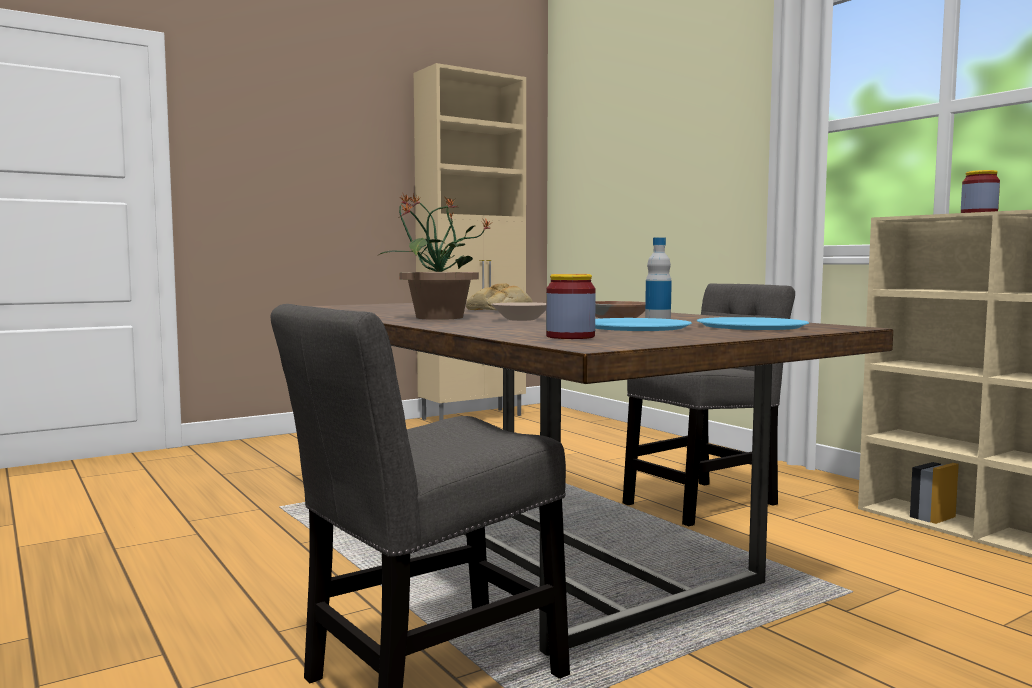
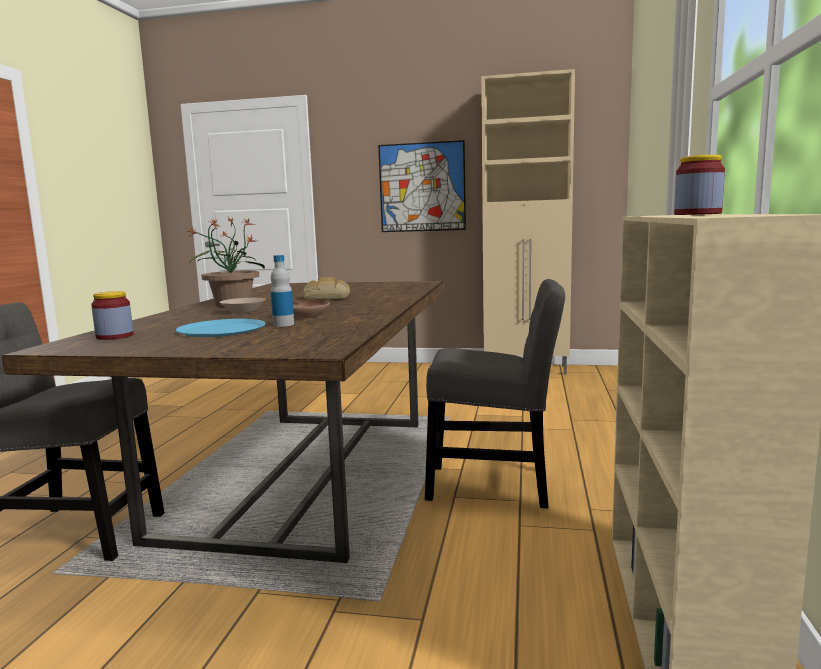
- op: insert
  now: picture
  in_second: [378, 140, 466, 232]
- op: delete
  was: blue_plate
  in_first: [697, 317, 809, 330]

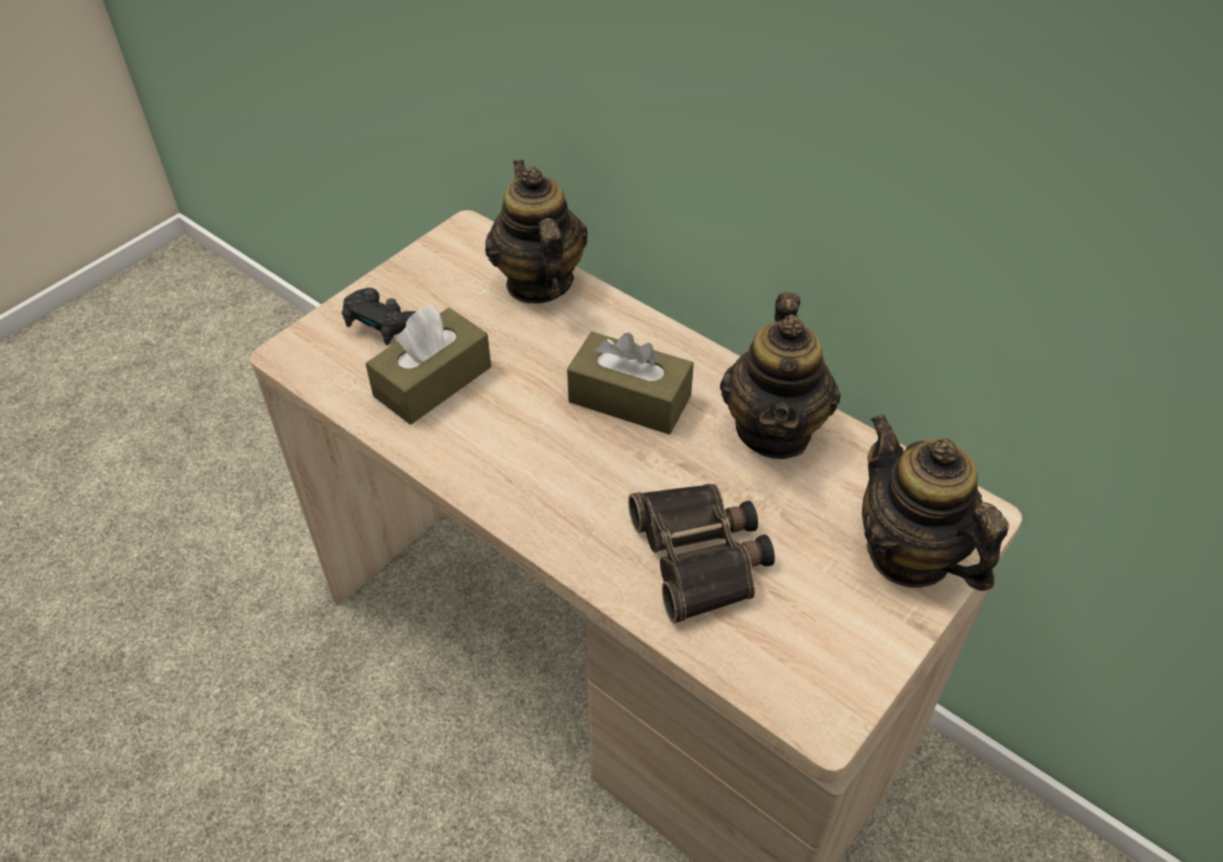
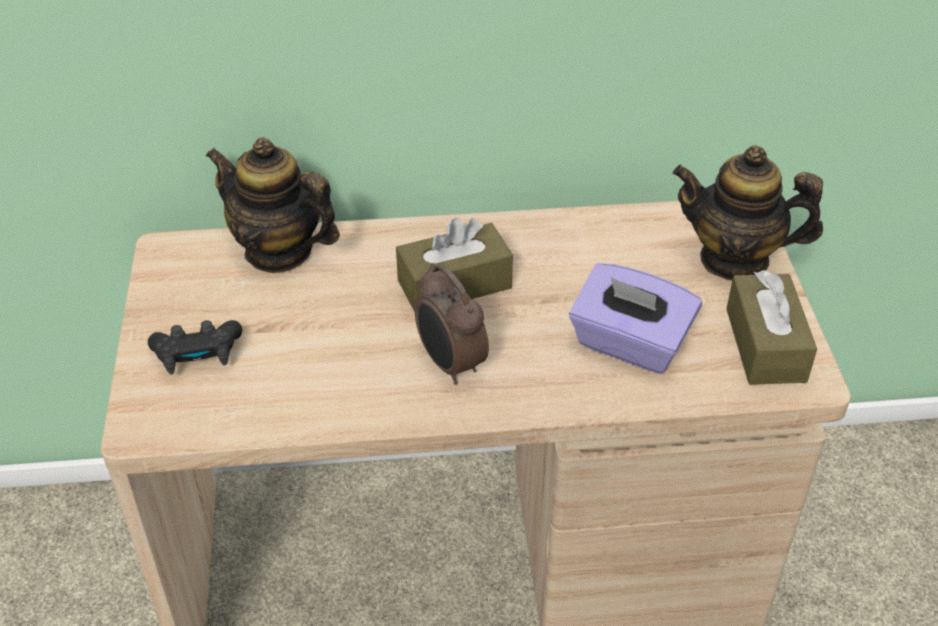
- op: insert
  now: alarm_clock
  in_second: [415, 264, 489, 385]
- op: replace
  was: binoculars
  now: purple_tissue_box
  in_first: [628, 484, 775, 623]
  in_second: [569, 263, 702, 374]
- op: move
  was: brown_tissue_box
  in_first: [366, 305, 491, 425]
  in_second: [727, 270, 817, 385]
- op: delete
  was: teapot
  in_first: [720, 292, 841, 459]

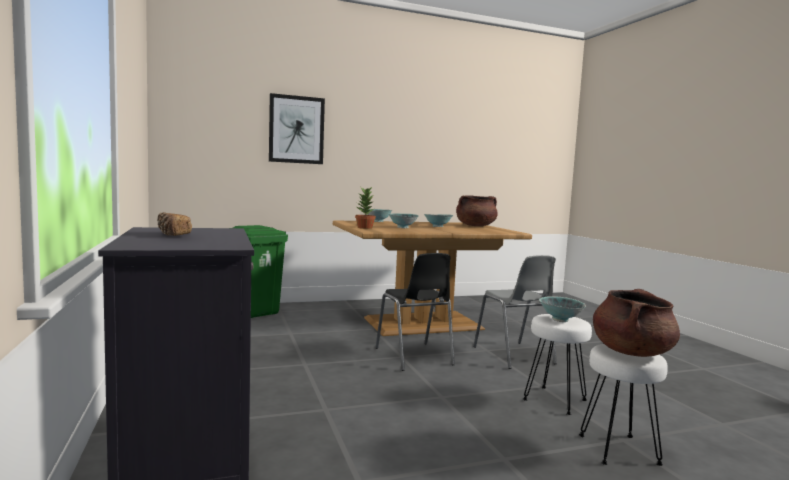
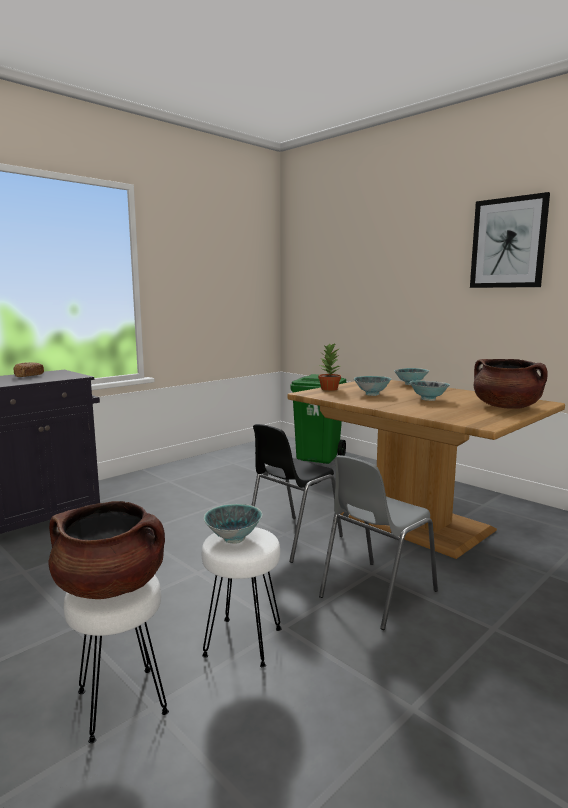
- op: move
  was: picture
  in_first: [269, 93, 325, 164]
  in_second: [470, 192, 550, 288]

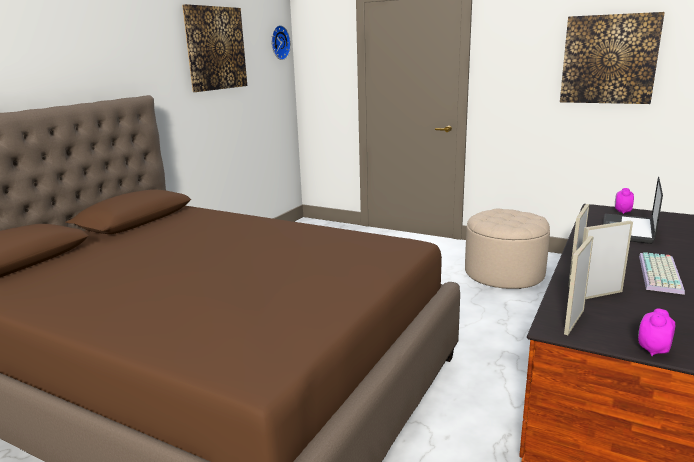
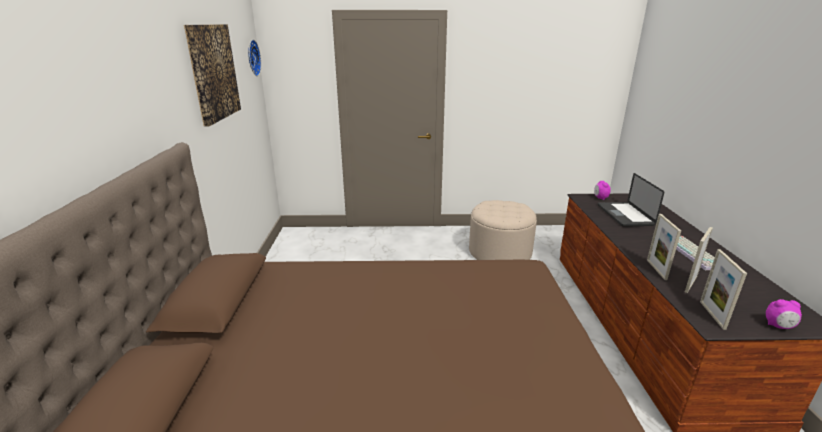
- op: rotate
  was: alarm_clock
  in_first: [638, 308, 675, 356]
  in_second: [766, 299, 802, 329]
  clockwise: -90
- op: delete
  was: picture
  in_first: [560, 12, 665, 104]

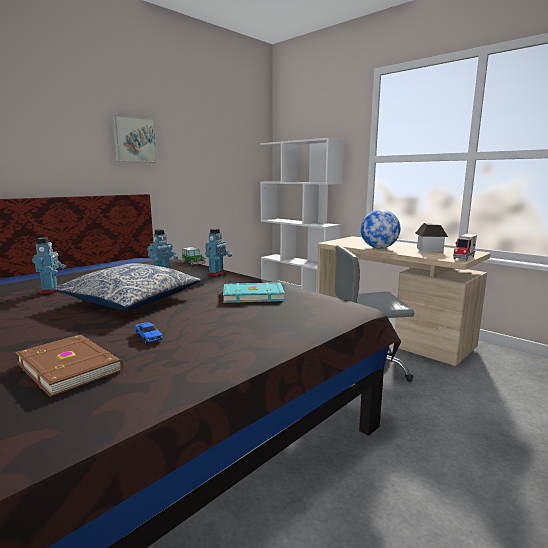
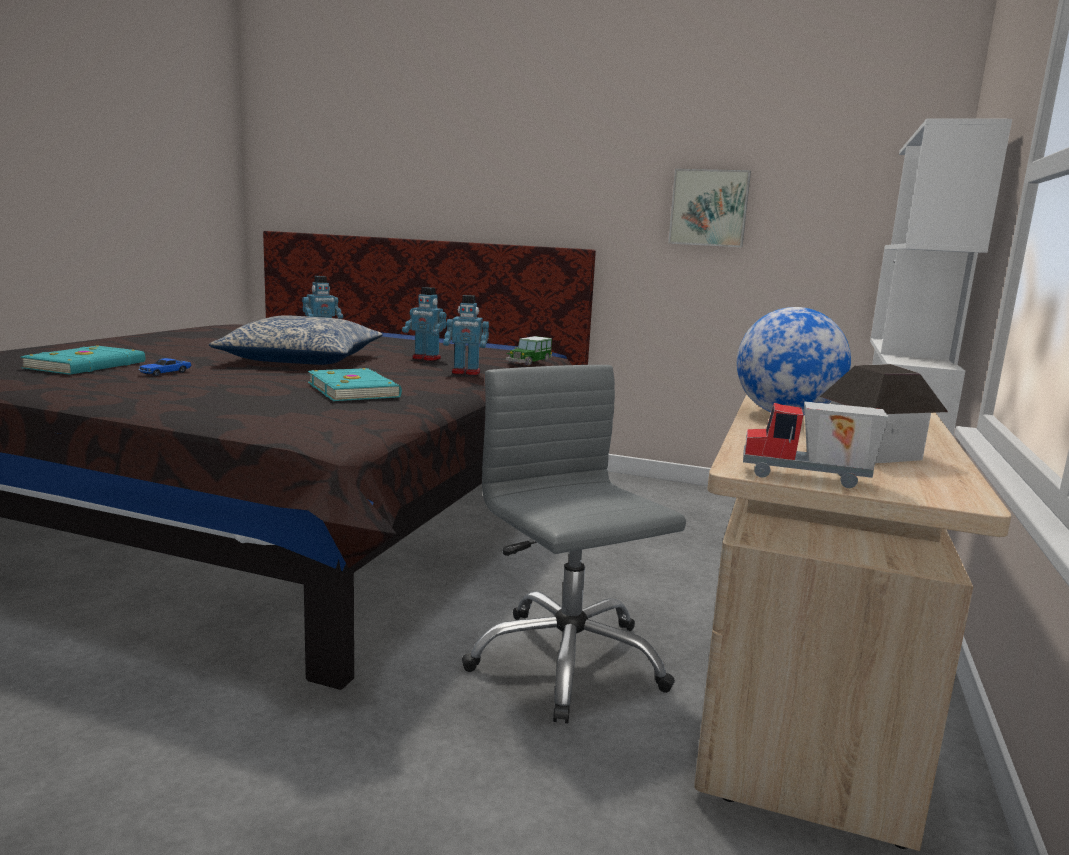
- op: recolor
  was: brown_book
  now: turquoise_book
  in_first: [15, 334, 123, 397]
  in_second: [20, 345, 145, 375]
- op: move
  was: picture
  in_first: [112, 115, 158, 162]
  in_second: [668, 169, 751, 247]

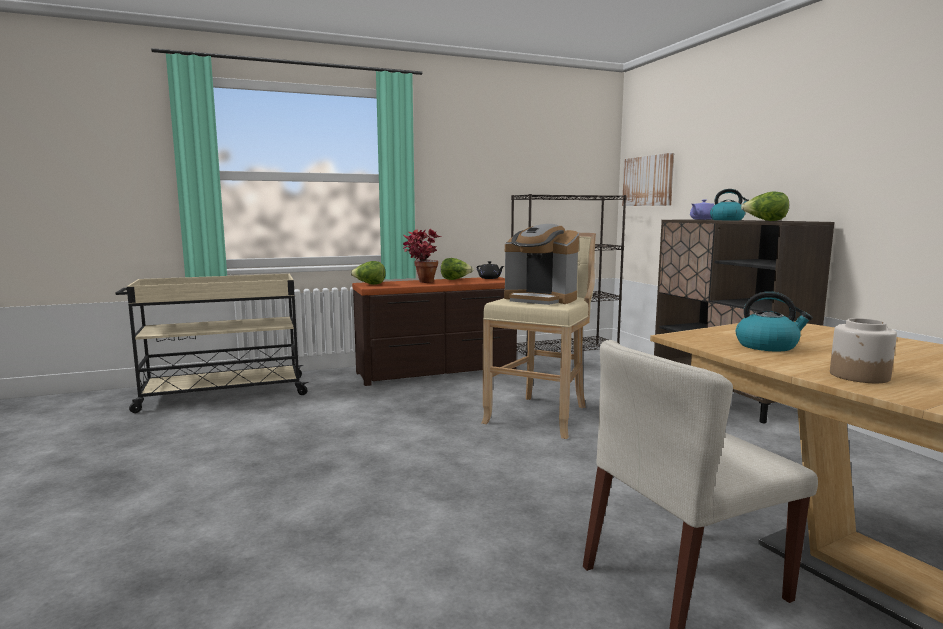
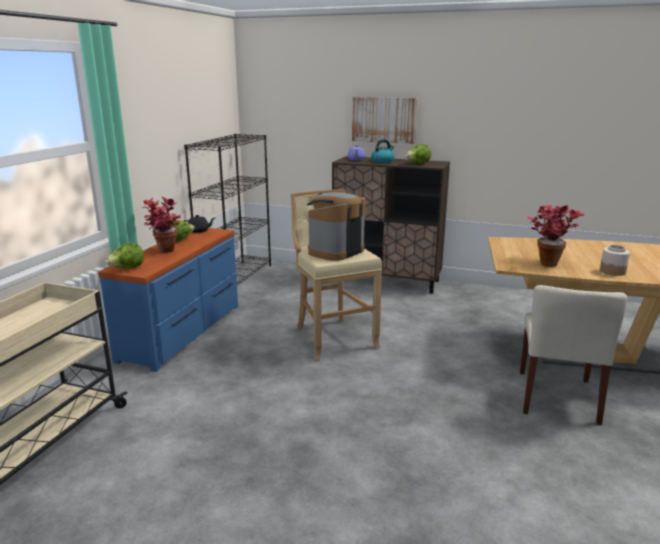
- op: recolor
  was: brown_dresser
  now: blue_dresser
  in_first: [352, 277, 517, 386]
  in_second: [98, 228, 238, 372]
- op: rotate
  was: coffee_machine
  in_first: [504, 224, 579, 305]
  in_second: [307, 192, 366, 261]
  clockwise: 150
- op: move
  was: picture
  in_first: [622, 153, 674, 206]
  in_second: [352, 97, 418, 144]
- op: replace
  was: kettle
  now: potted_plant
  in_first: [736, 291, 813, 352]
  in_second: [527, 205, 584, 267]

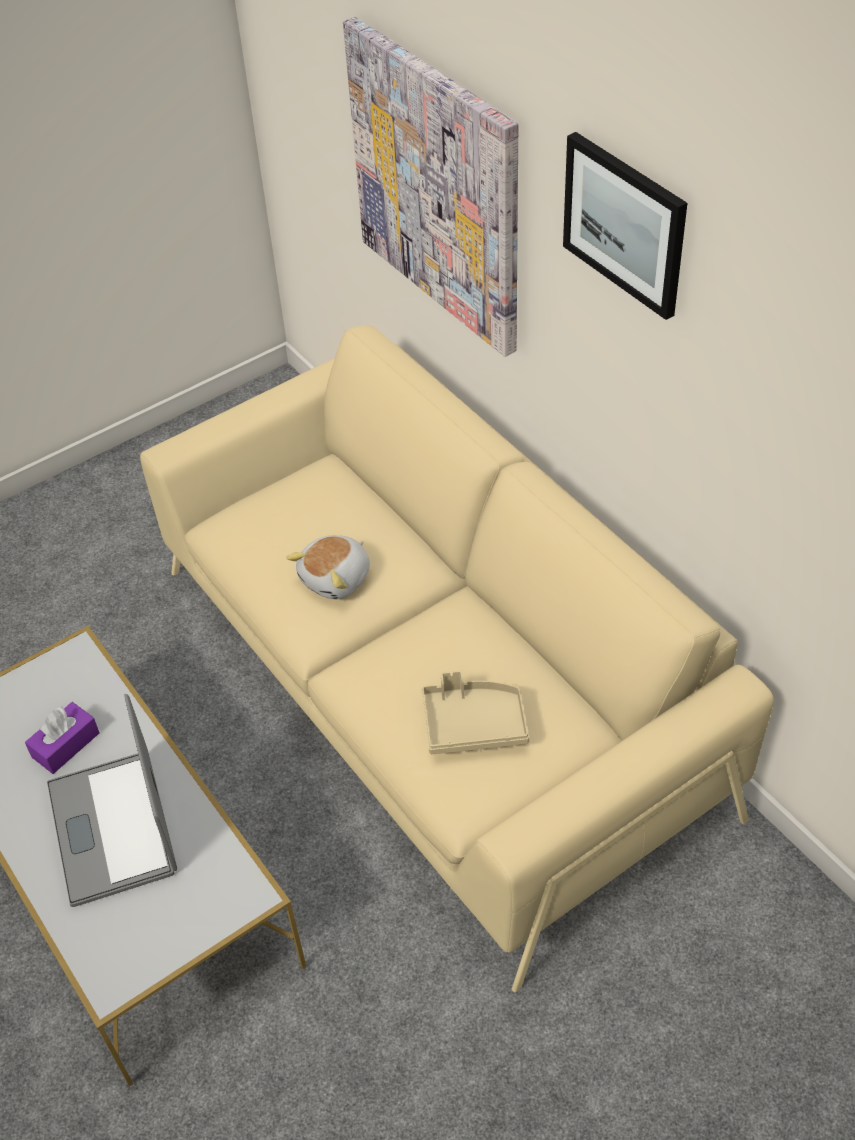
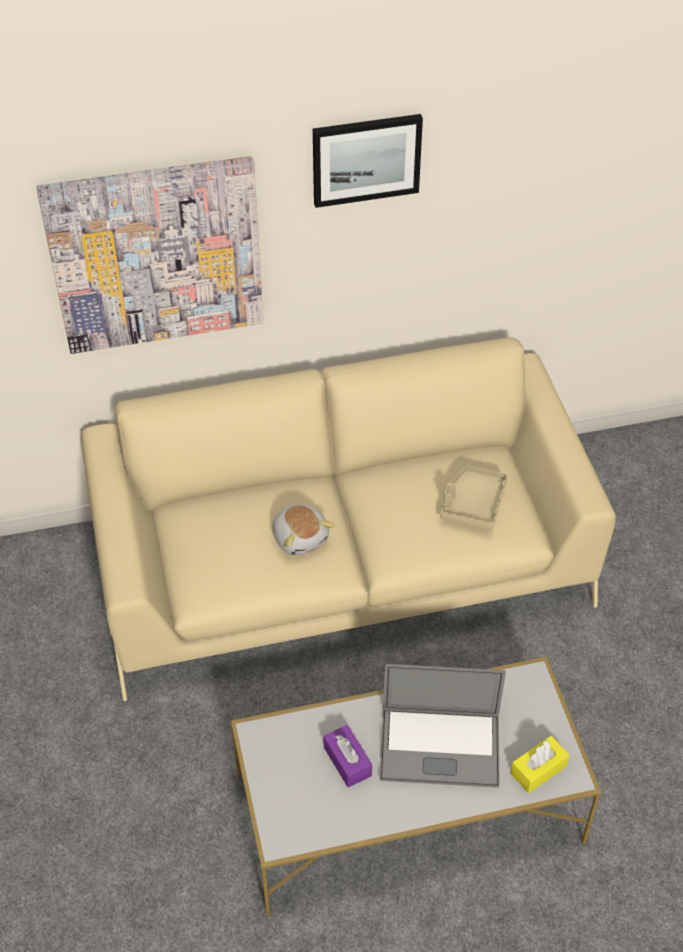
- op: insert
  now: yellow_tissue_box
  in_second: [510, 736, 570, 793]

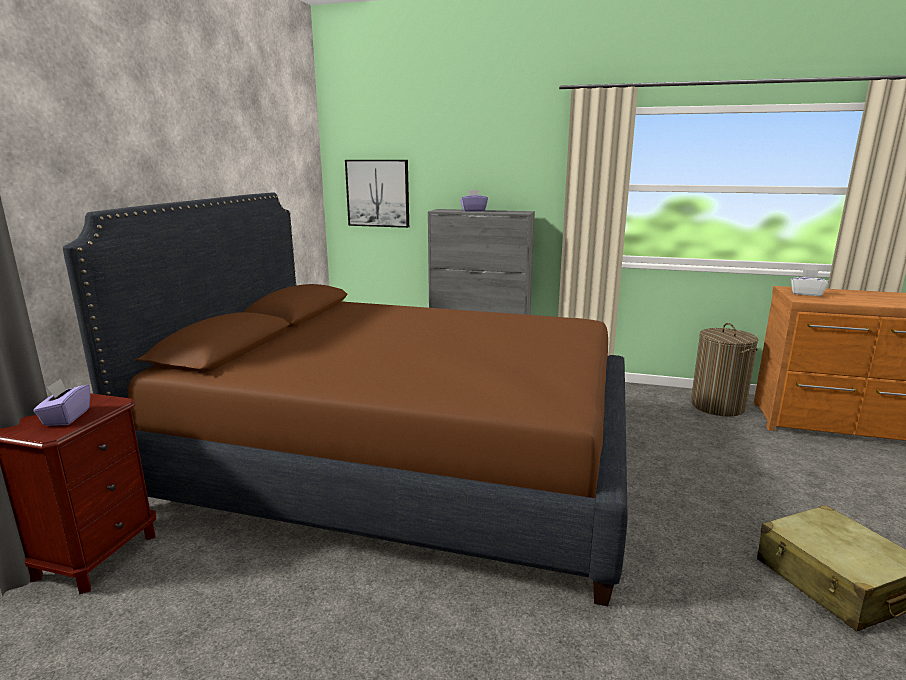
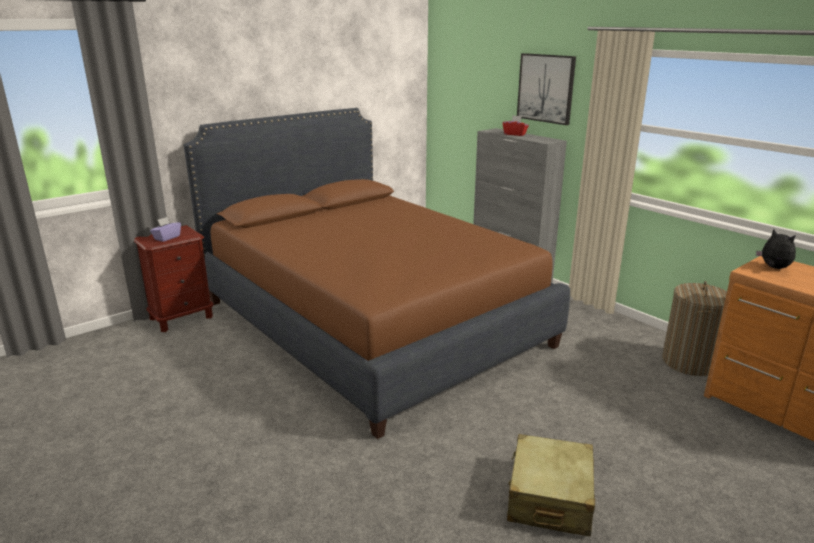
- op: recolor
  was: purple_tissue_box
  now: red_tissue_box
  in_first: [460, 190, 488, 212]
  in_second: [502, 116, 529, 136]
- op: move
  was: picture
  in_first: [345, 160, 409, 228]
  in_second: [517, 53, 576, 125]
- op: replace
  was: white_tissue_box
  now: plush_toy
  in_first: [791, 269, 829, 296]
  in_second: [756, 229, 796, 269]

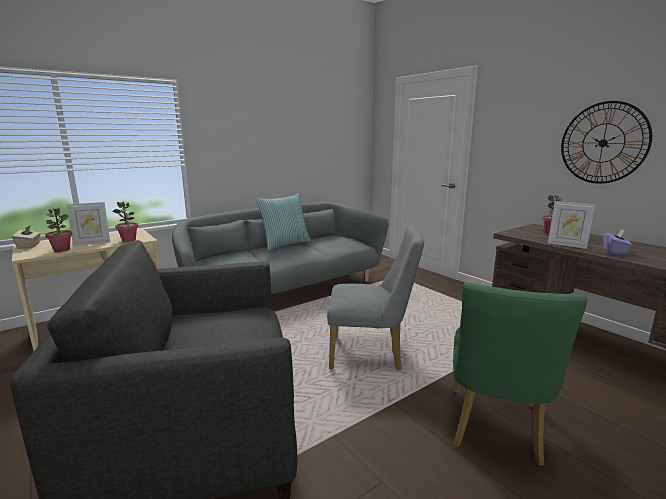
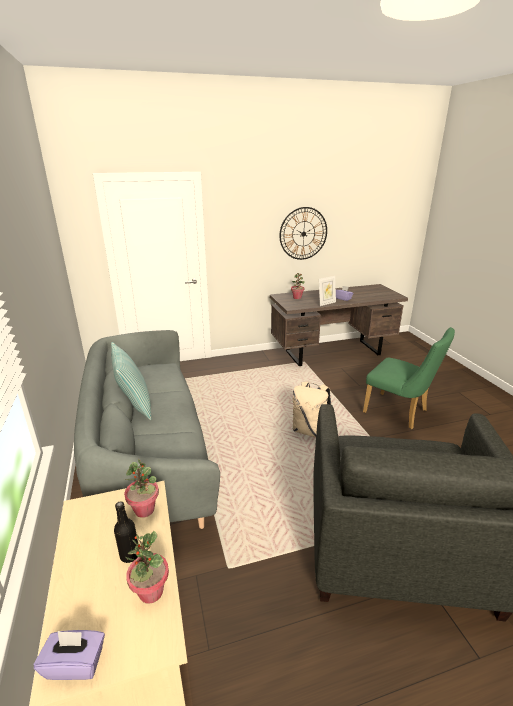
- op: recolor
  was: beige_tissue_box
  now: purple_tissue_box
  in_first: [12, 225, 41, 249]
  in_second: [33, 630, 105, 680]
- op: replace
  was: picture_frame
  now: black_bottle
  in_first: [66, 202, 110, 246]
  in_second: [114, 501, 138, 563]
- op: replace
  was: grey_chair
  now: beige_backpack
  in_first: [327, 225, 424, 370]
  in_second: [293, 381, 332, 437]

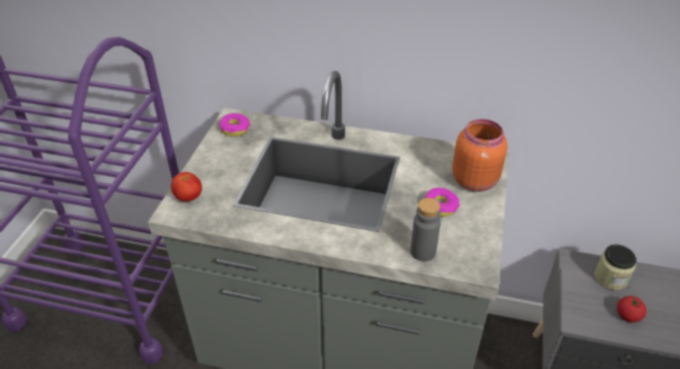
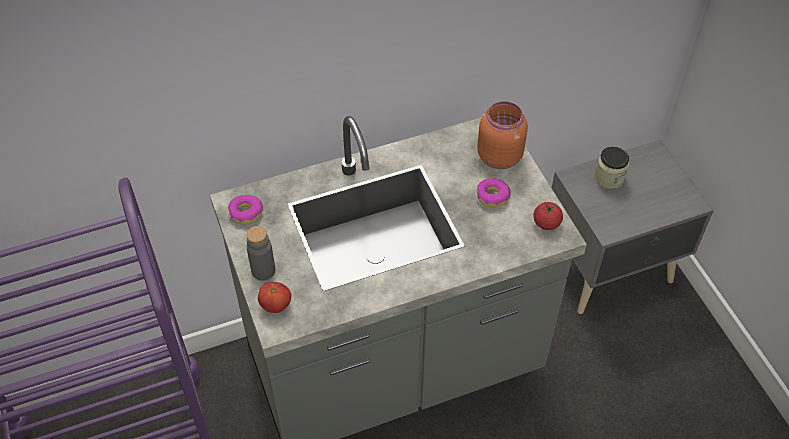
- op: move
  was: grey_bottle
  in_first: [411, 198, 441, 261]
  in_second: [246, 226, 275, 281]
- op: move
  was: tomato
  in_first: [617, 295, 646, 322]
  in_second: [533, 202, 563, 230]

